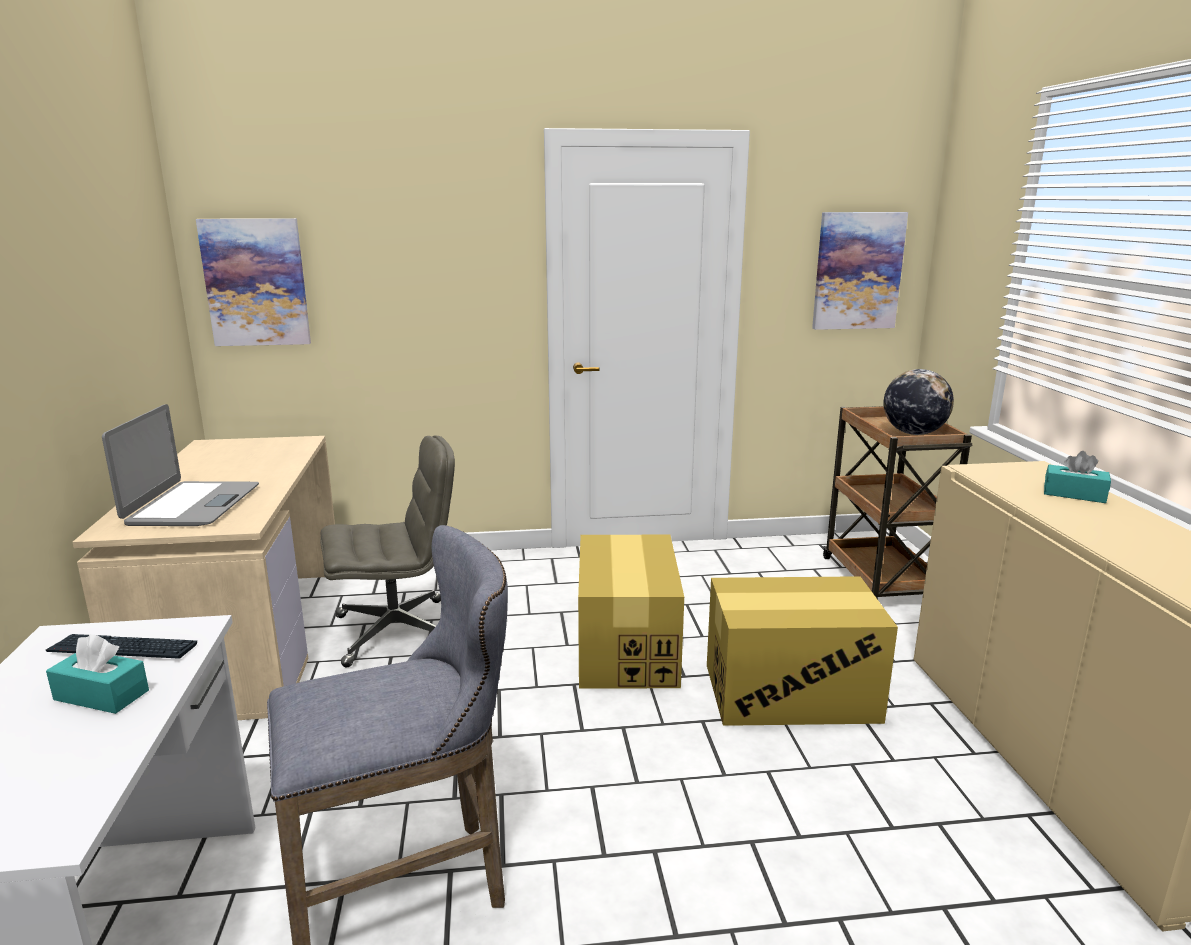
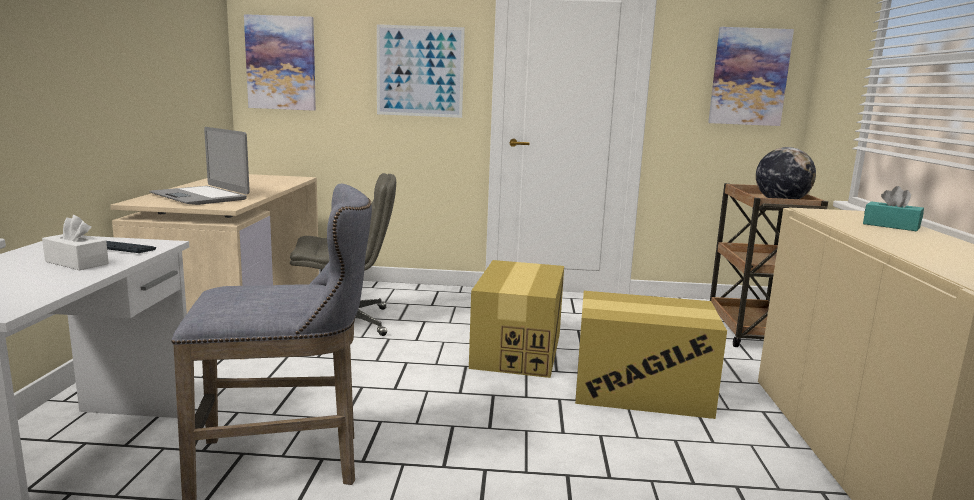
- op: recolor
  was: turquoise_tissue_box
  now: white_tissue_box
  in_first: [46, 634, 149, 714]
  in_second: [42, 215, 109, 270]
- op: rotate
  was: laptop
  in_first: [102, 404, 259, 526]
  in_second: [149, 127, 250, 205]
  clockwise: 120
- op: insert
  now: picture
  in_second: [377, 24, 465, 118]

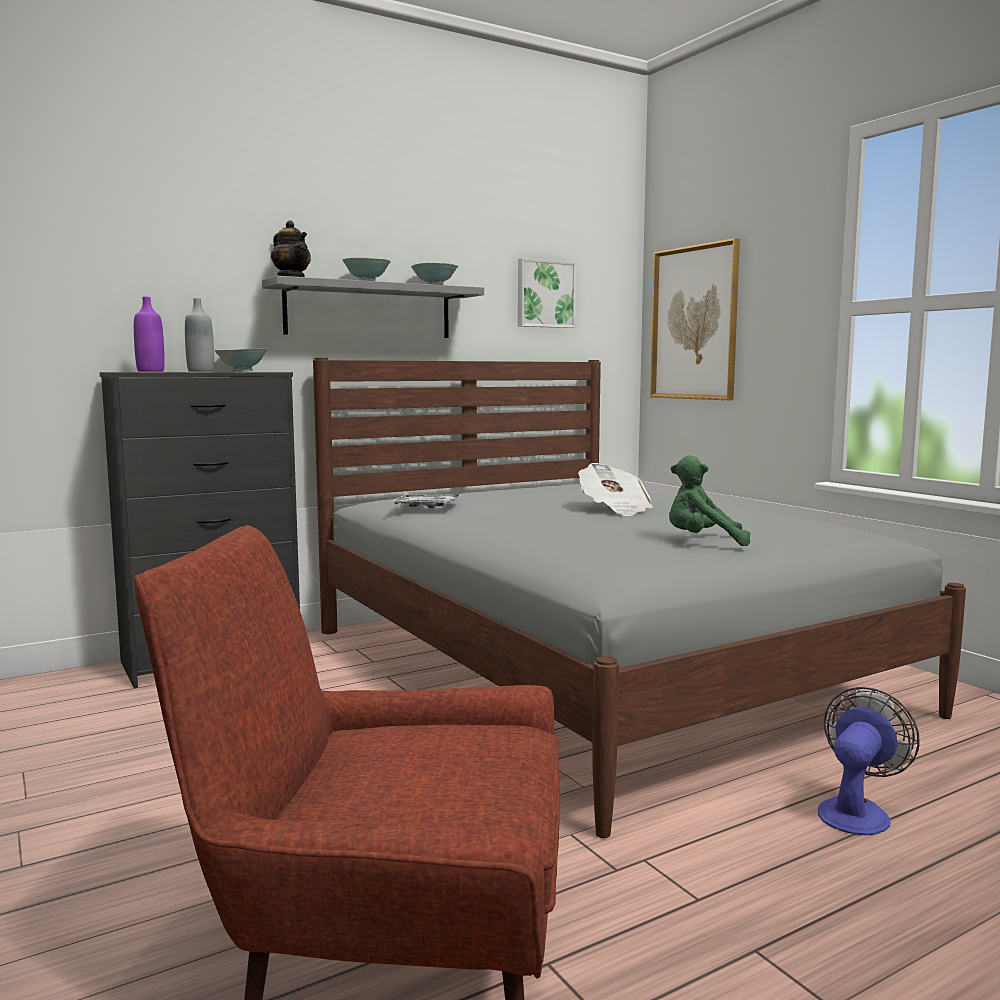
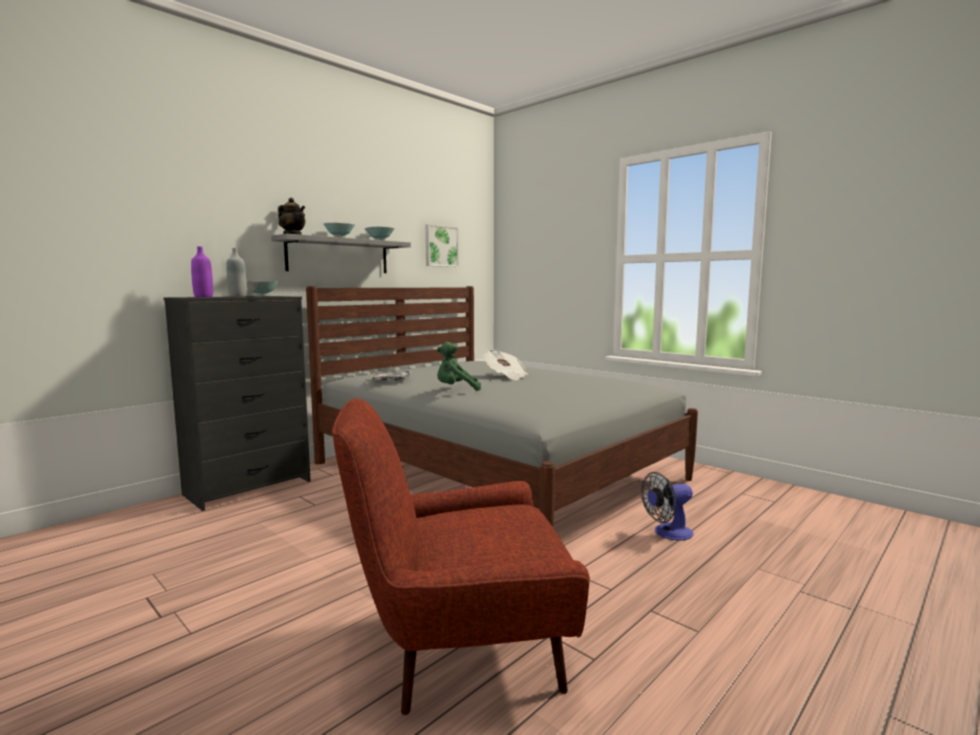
- op: move
  was: green_plush_toy
  in_first: [669, 455, 750, 546]
  in_second: [437, 342, 481, 391]
- op: rotate
  was: fan
  in_first: [818, 687, 919, 836]
  in_second: [641, 472, 694, 540]
  clockwise: -135
- op: delete
  was: picture
  in_first: [650, 238, 740, 400]

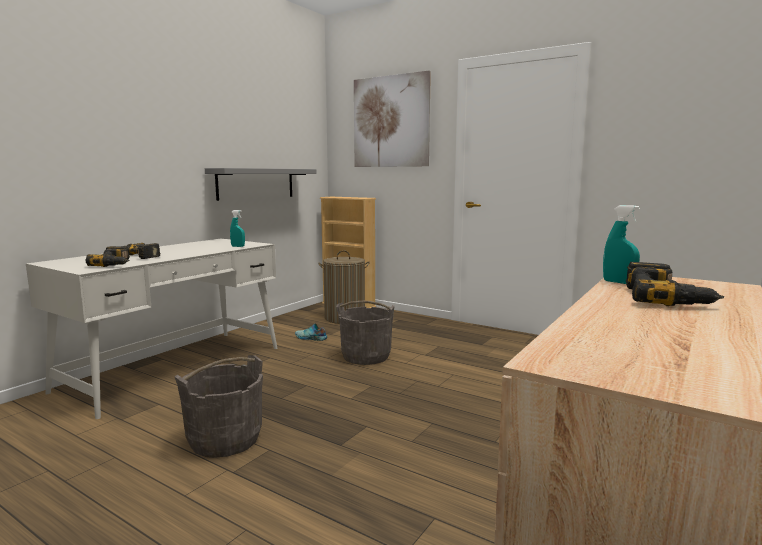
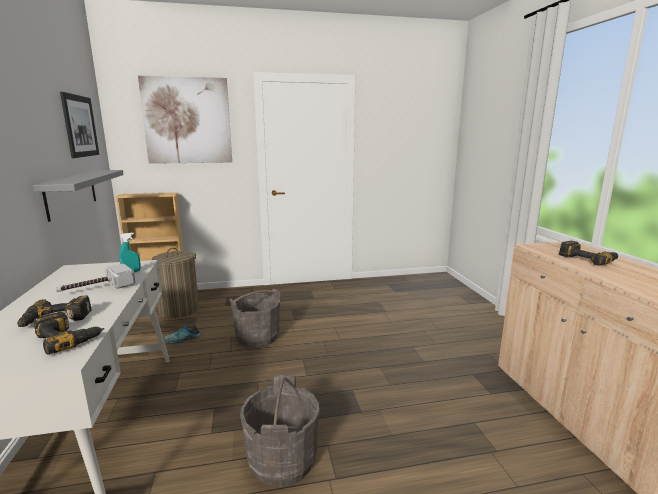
- op: insert
  now: hammer
  in_second: [56, 264, 136, 292]
- op: insert
  now: picture
  in_second: [60, 92, 99, 158]
- op: delete
  was: turquoise_spray_bottle
  in_first: [603, 205, 640, 284]

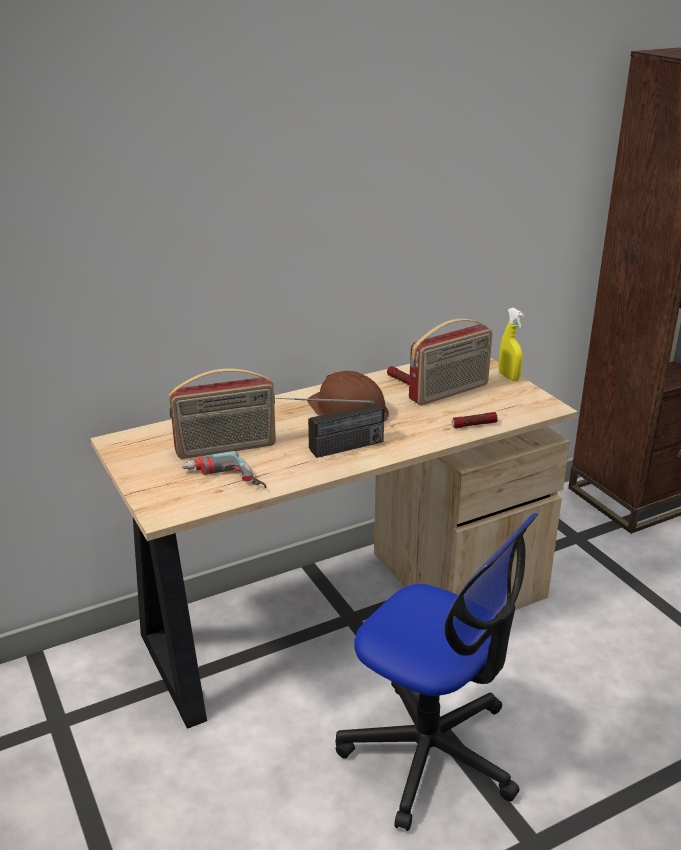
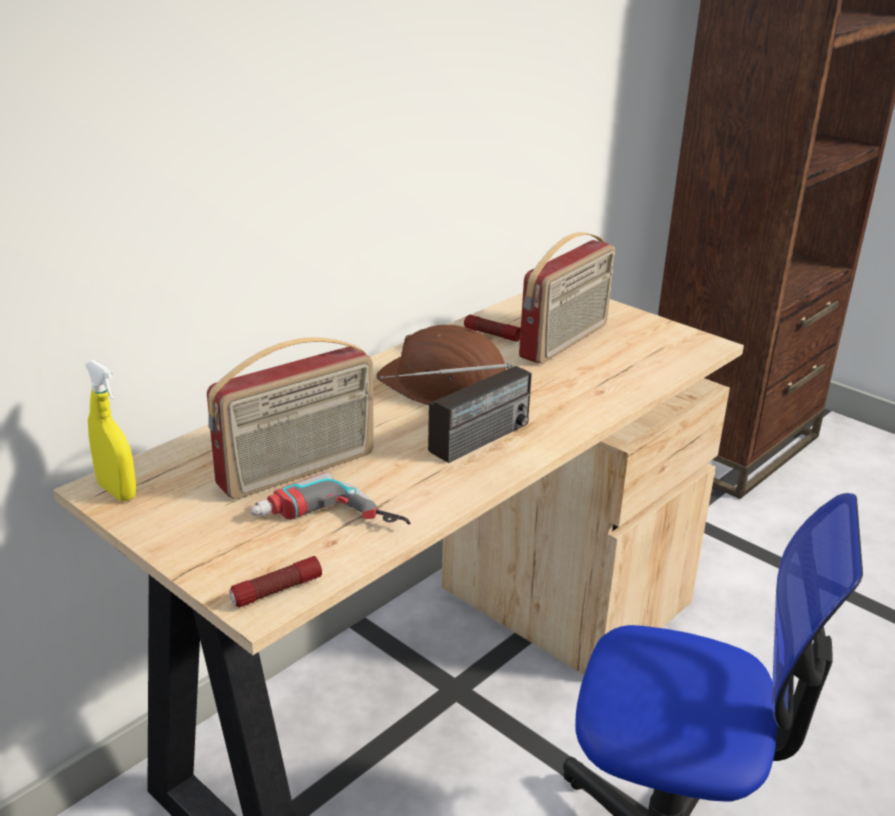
- op: move
  was: yellow_spray_bottle
  in_first: [498, 308, 524, 381]
  in_second: [85, 360, 136, 501]
- op: move
  was: flashlight
  in_first: [452, 412, 498, 428]
  in_second: [229, 556, 322, 607]

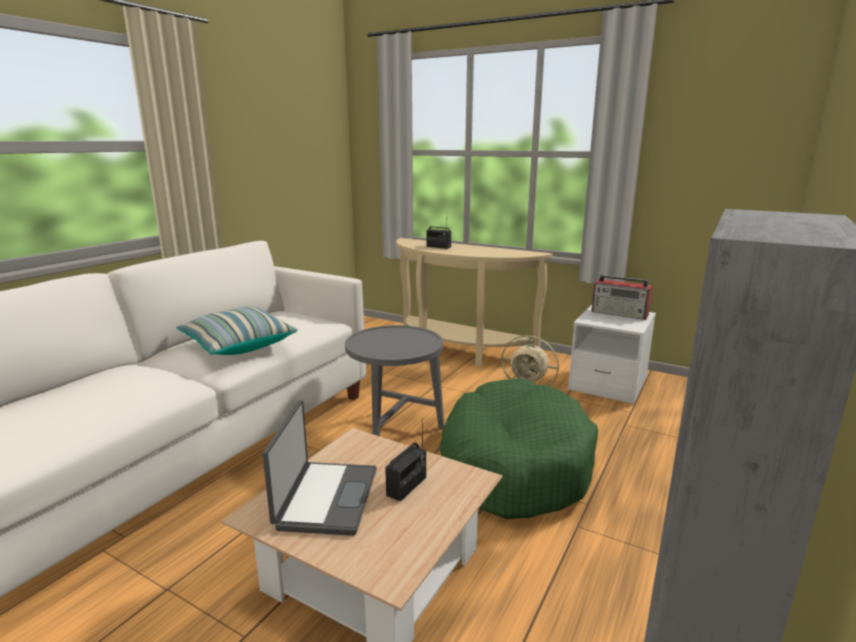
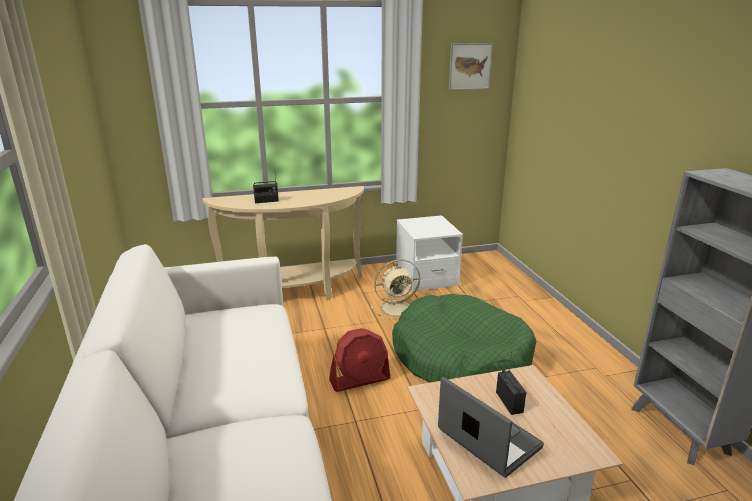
- op: replace
  was: grey_side_table
  now: red_fan
  in_first: [345, 325, 444, 436]
  in_second: [329, 328, 391, 392]
- op: insert
  now: picture
  in_second: [449, 43, 493, 90]
- op: delete
  was: pillow
  in_first: [177, 307, 298, 355]
- op: delete
  was: radio
  in_first: [591, 275, 653, 320]

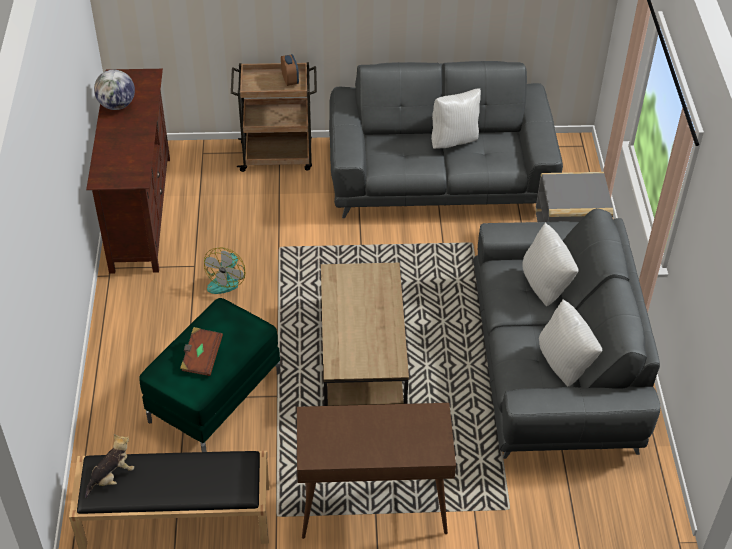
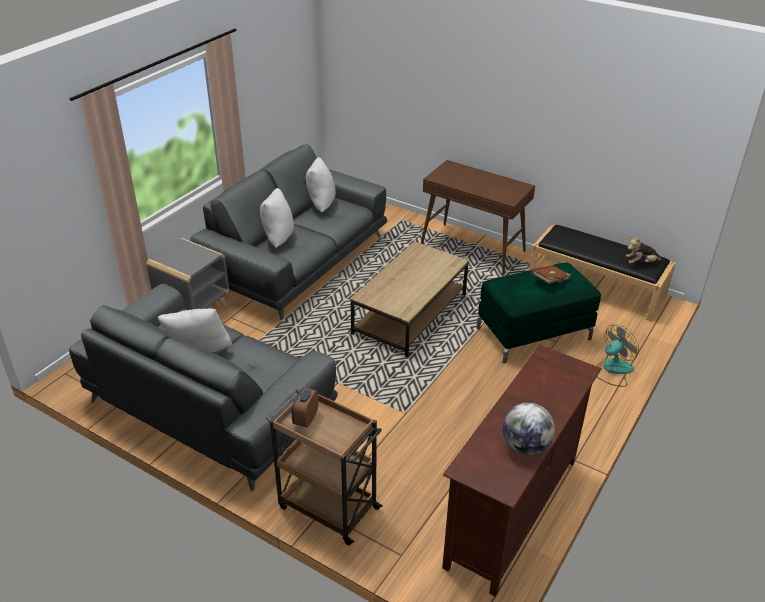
- op: move
  was: fan
  in_first: [204, 247, 245, 294]
  in_second: [597, 324, 639, 387]

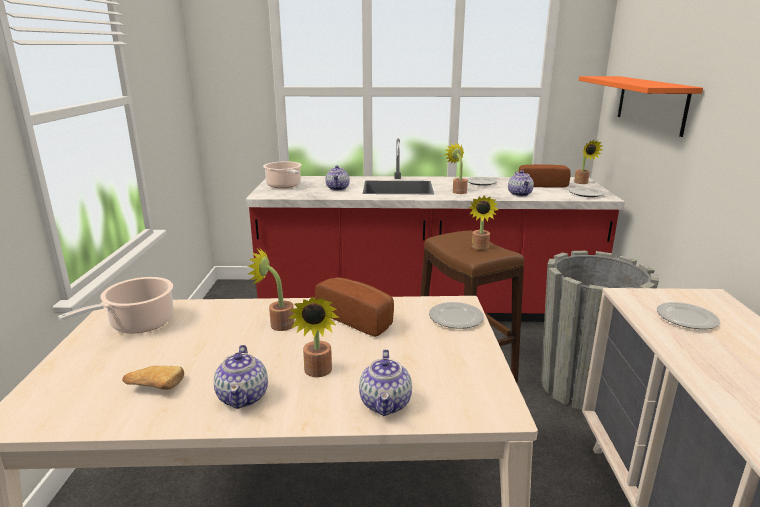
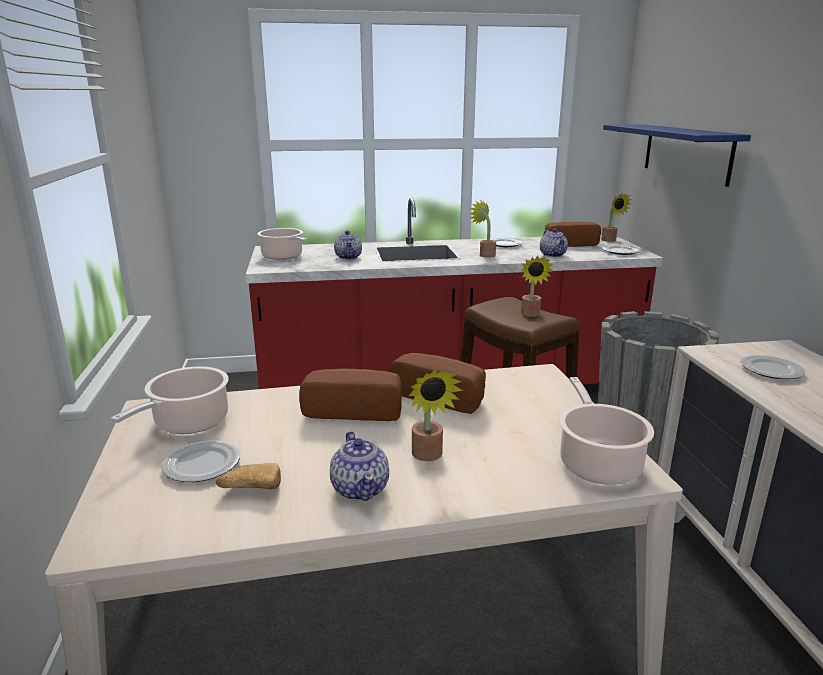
- op: move
  was: plate
  in_first: [429, 302, 484, 329]
  in_second: [161, 441, 240, 482]
- op: replace
  was: potted_plant
  now: bread
  in_first: [248, 249, 295, 331]
  in_second: [299, 369, 402, 421]
- op: insert
  now: cooking_pot
  in_second: [559, 377, 654, 485]
- op: recolor
  was: orange_shelf
  now: blue_shelf
  in_first: [579, 76, 703, 137]
  in_second: [603, 124, 751, 187]
- op: delete
  was: teapot
  in_first: [359, 349, 412, 416]

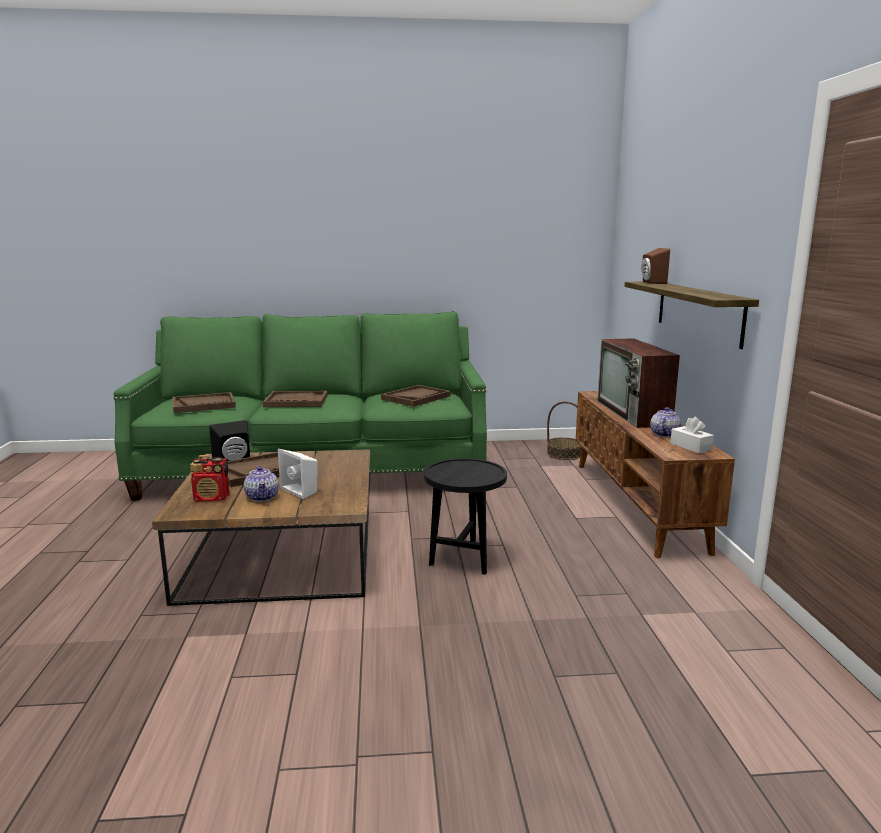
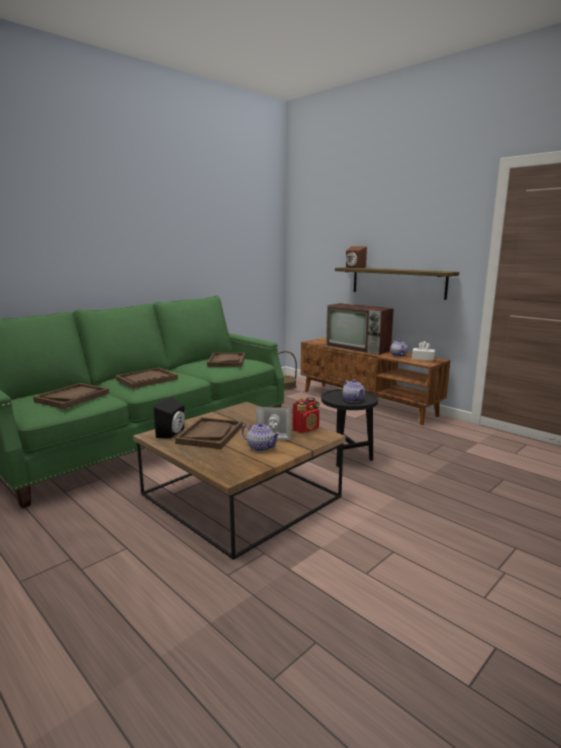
- op: move
  was: radio
  in_first: [190, 455, 229, 502]
  in_second: [293, 397, 320, 433]
- op: insert
  now: teapot
  in_second: [343, 379, 365, 402]

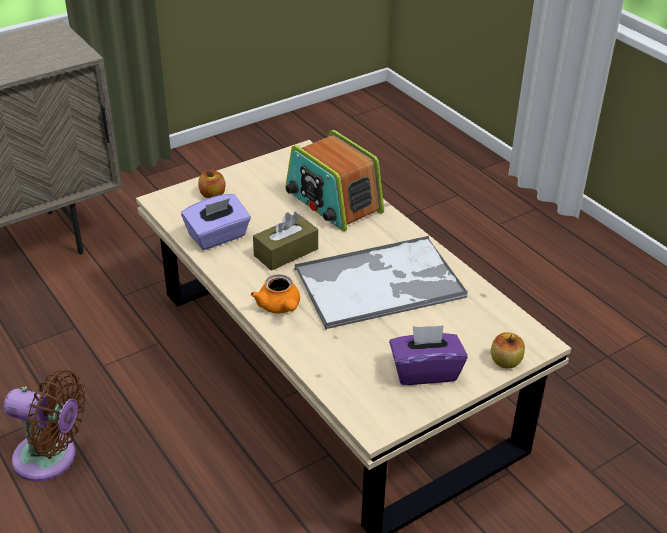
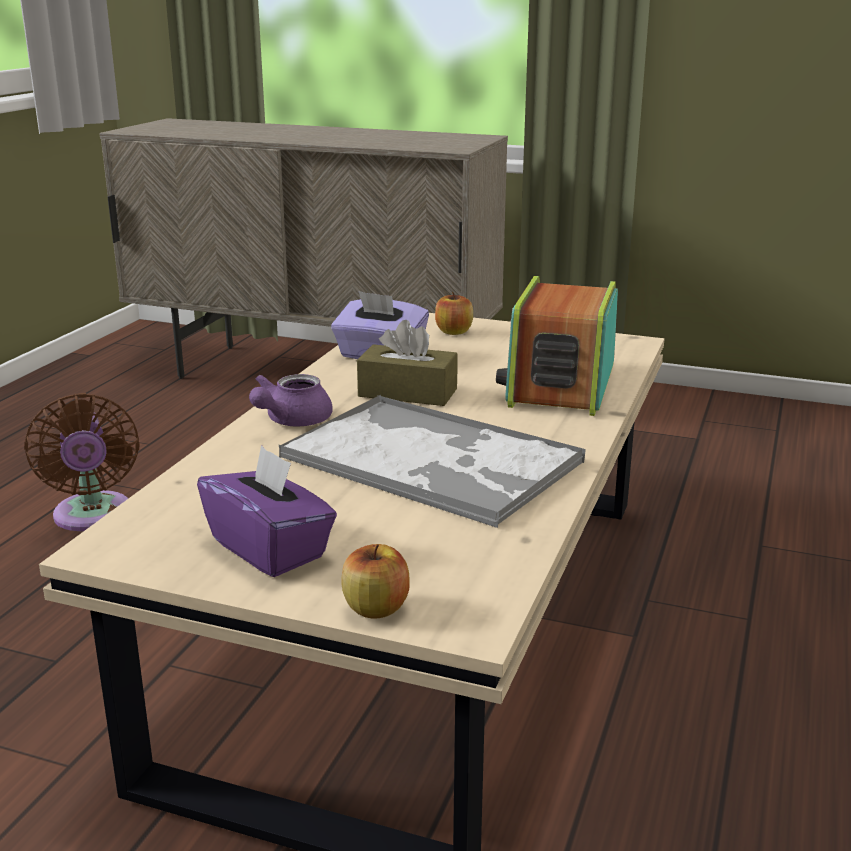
- op: recolor
  was: orange_teapot
  now: purple_teapot
  in_first: [251, 274, 300, 314]
  in_second: [249, 374, 333, 426]

